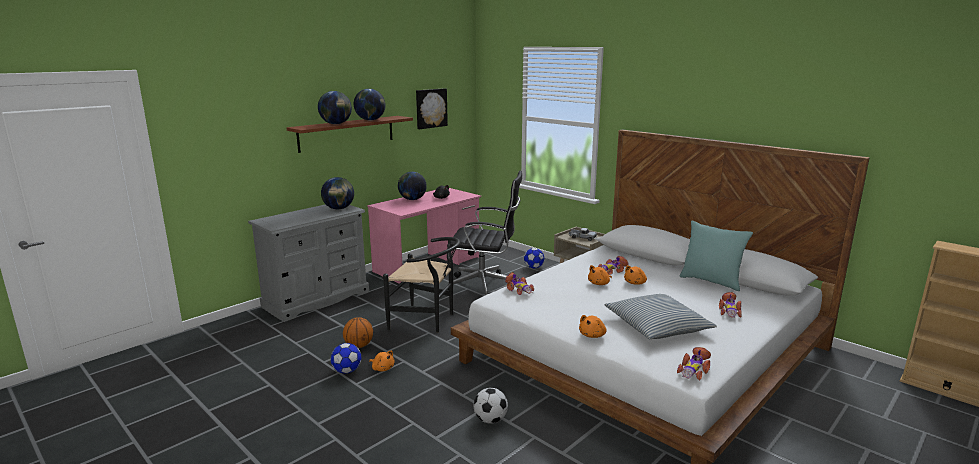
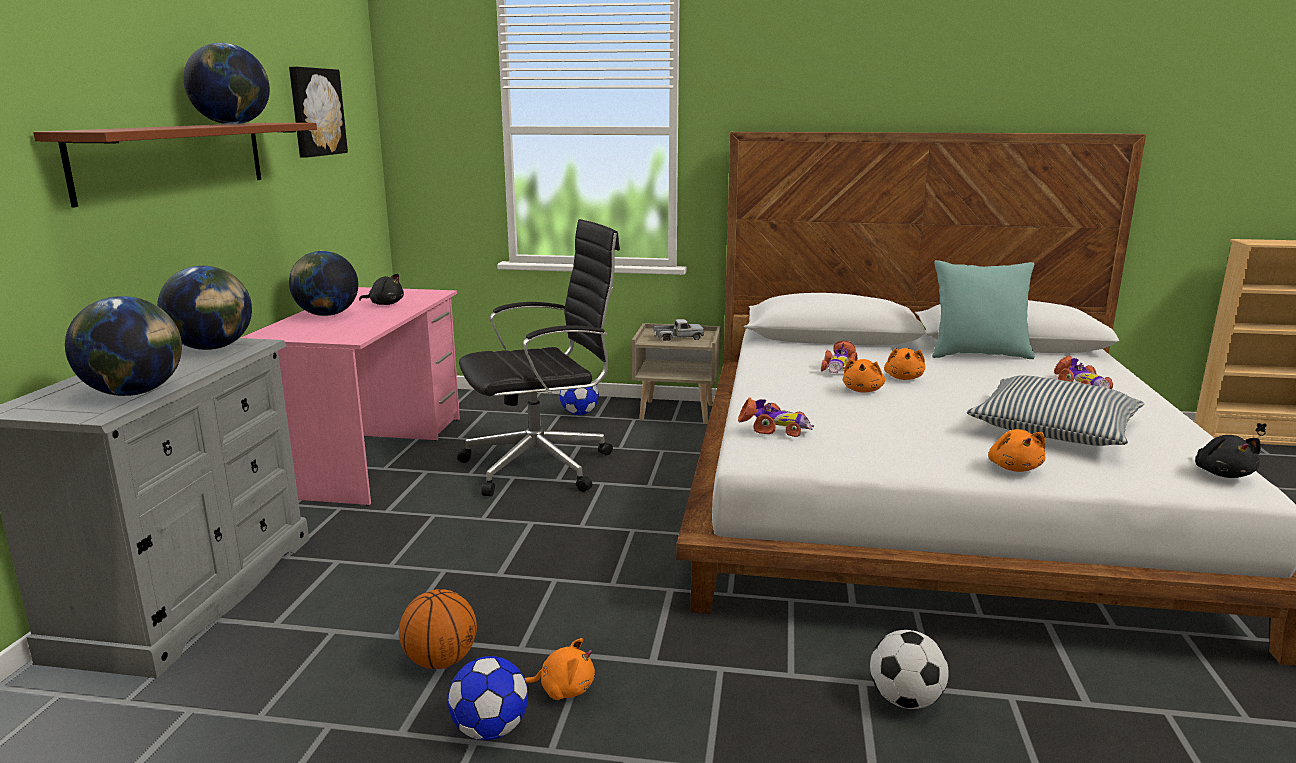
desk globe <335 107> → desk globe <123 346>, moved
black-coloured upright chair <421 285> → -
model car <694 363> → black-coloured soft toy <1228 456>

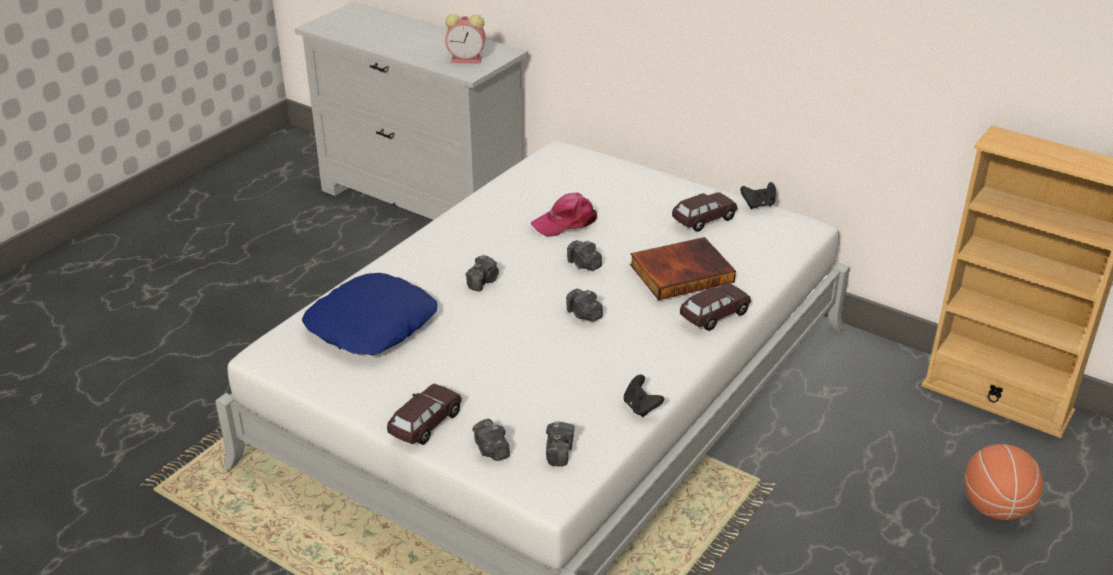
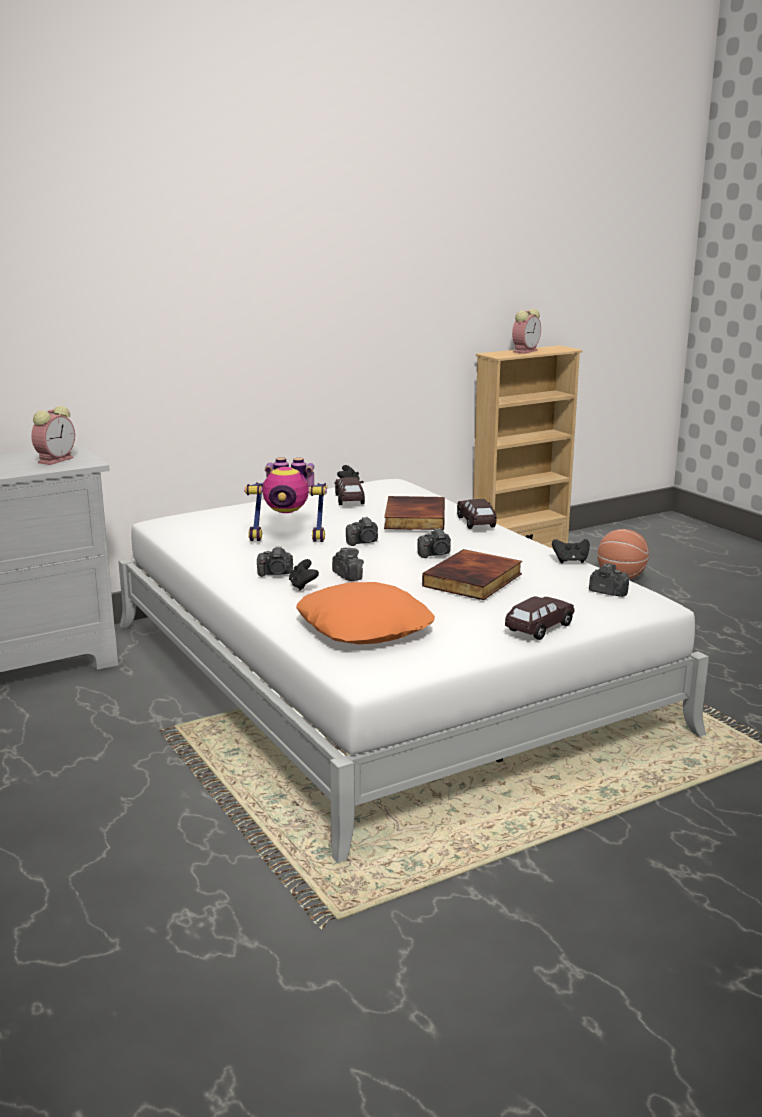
pinkish cap <564 214> → model robot <285 499>
bluish cushion <369 314> → orange-coloured cushion <365 613>
brown-coloured model car <424 414> → brown-coloured model car <539 618>, 75 degrees clockwise
photo camera <491 440> → photo camera <275 561>, moved
- → table clock <526 331>
- → book <472 574>
- → black-coloured game controller <304 575>

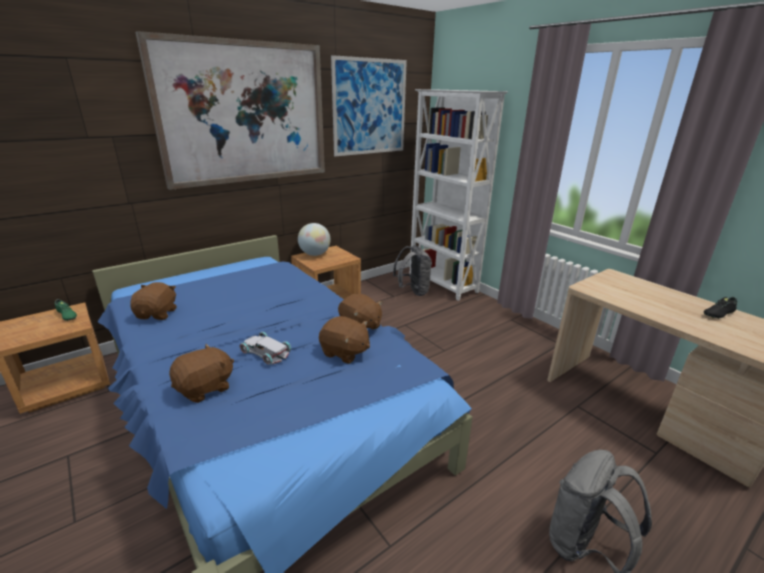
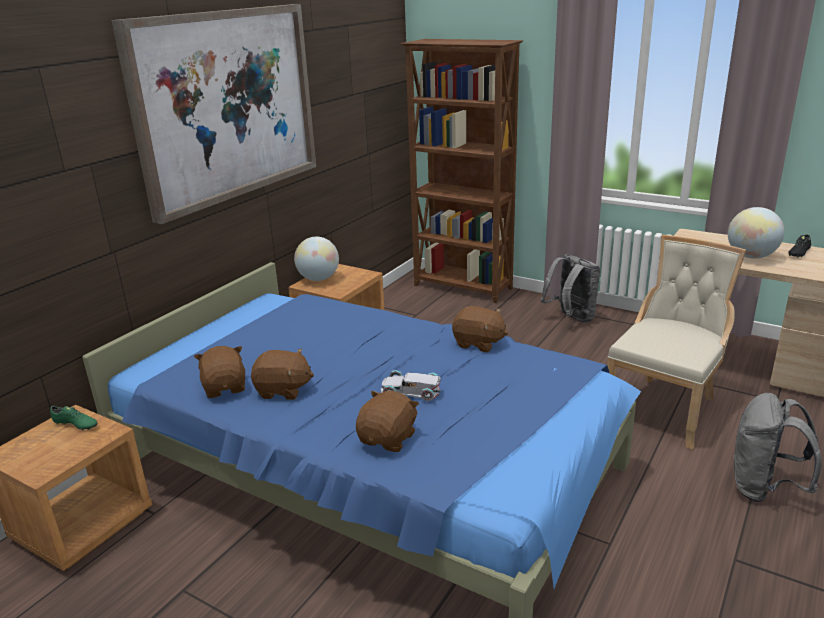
wall picture <369 105> → -
white-coloured shelving unit <458 195> → brown-coloured shelving unit <461 171>
gray backpack <412 270> → gray backpack <571 288>, moved
brown-coloured soft toy <344 340> → brown-coloured soft toy <282 374>, moved
- → desk globe <756 233>
- → beige upright chair <676 342>

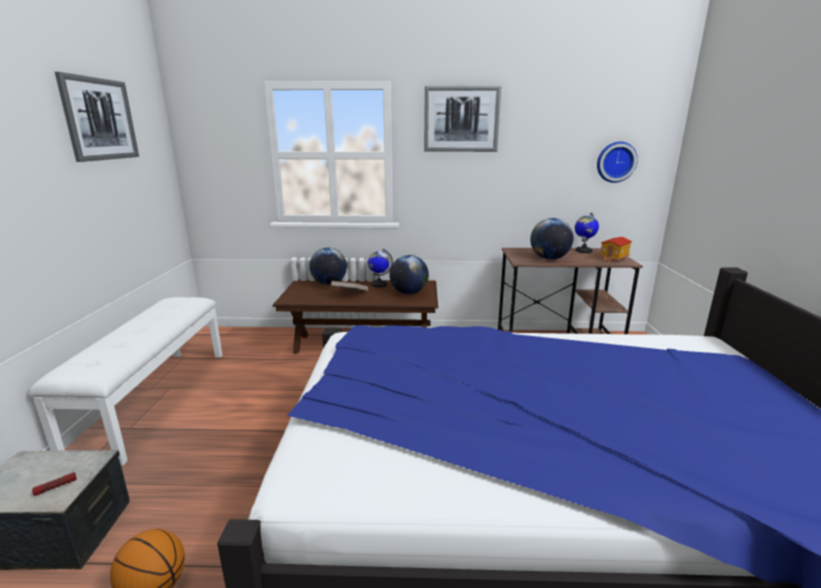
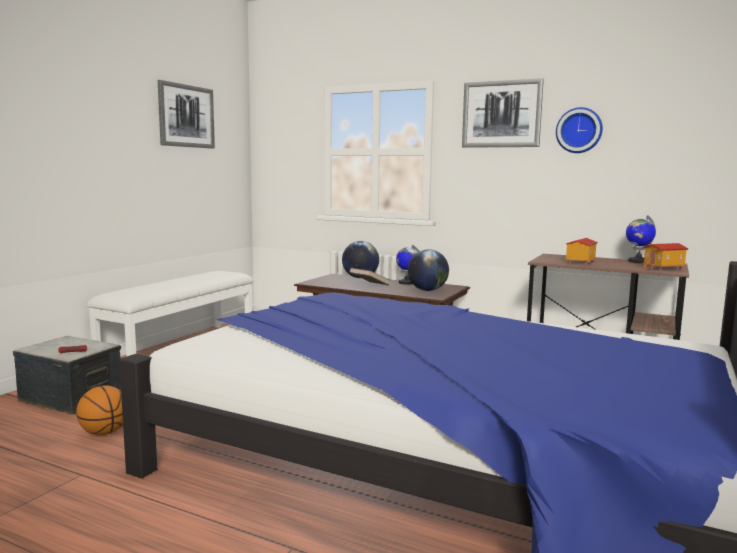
clock on the wall <617 162> → clock on the wall <579 130>, moved
desk globe <552 239> → miniature house <581 251>

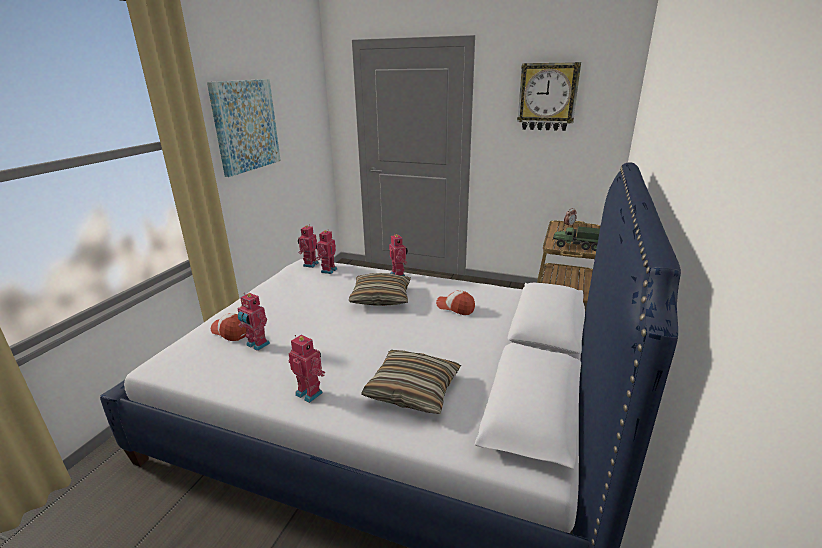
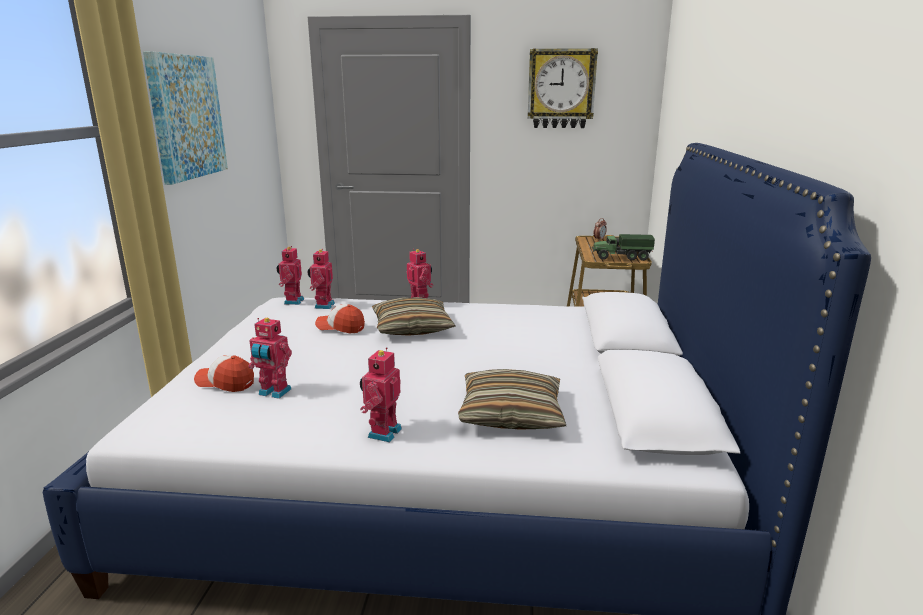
cap <455 302> → cap <340 318>, moved
model robot <307 369> → model robot <381 394>, 90 degrees counterclockwise

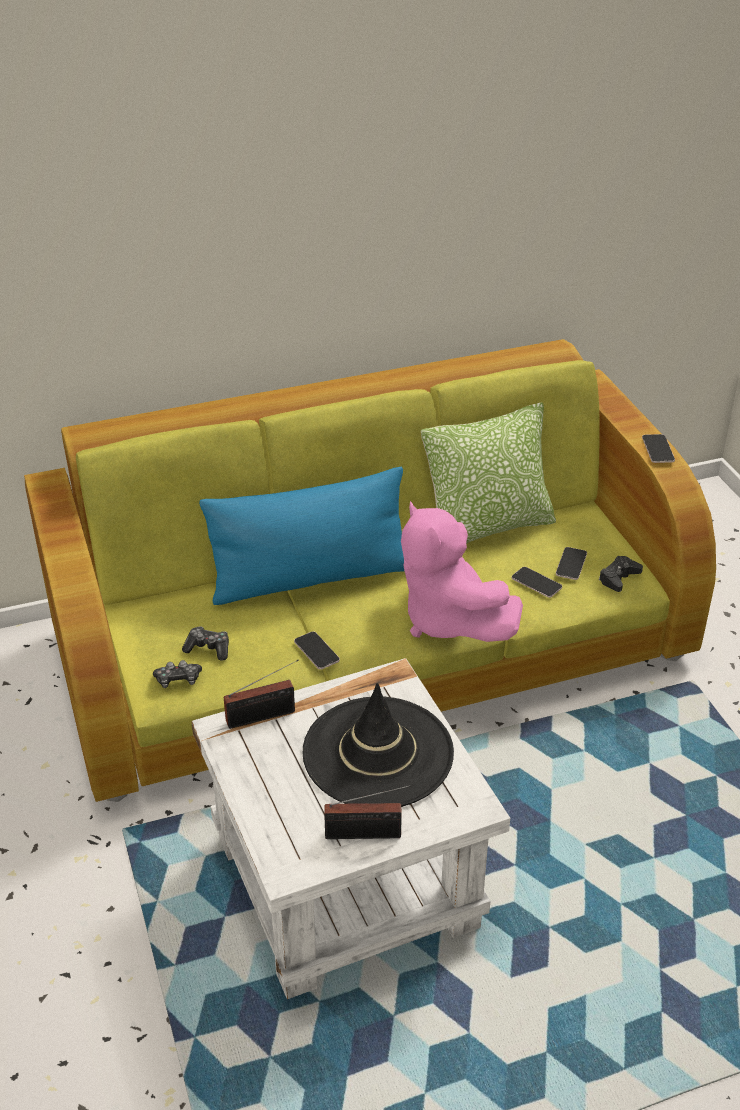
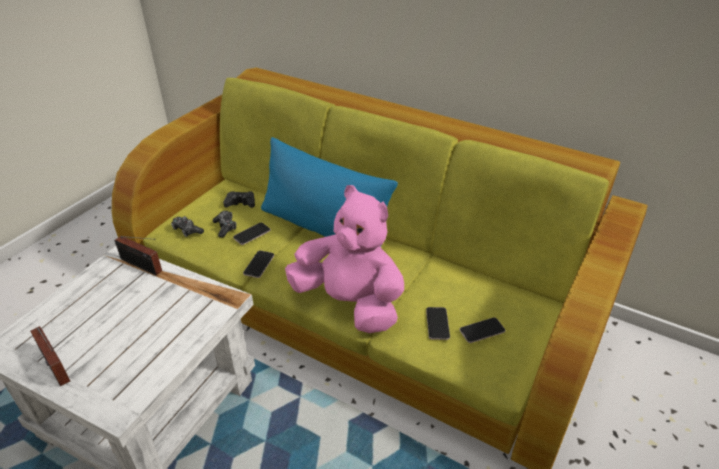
cushion <488 473> → -
telephone <658 448> → telephone <252 234>, moved
pinkish soft toy <462 571> → pinkish soft toy <344 259>, 105 degrees clockwise
black-coloured game controller <621 574> → black-coloured game controller <239 199>, moved
black-coloured wearable hat <378 745> → -

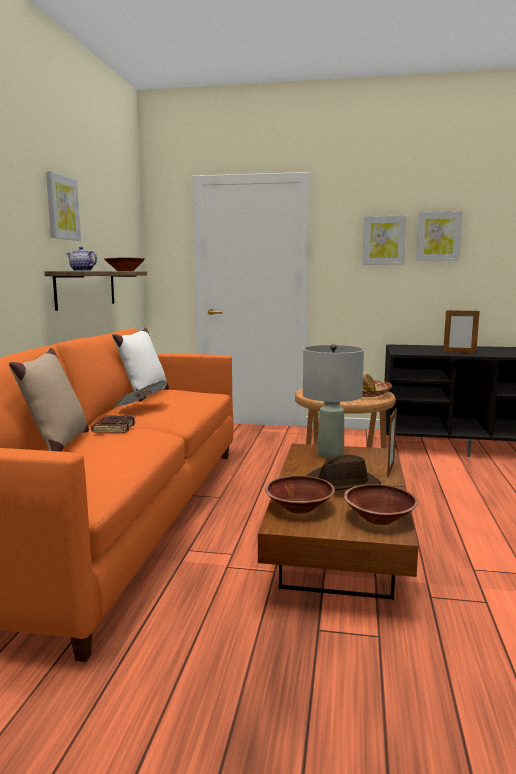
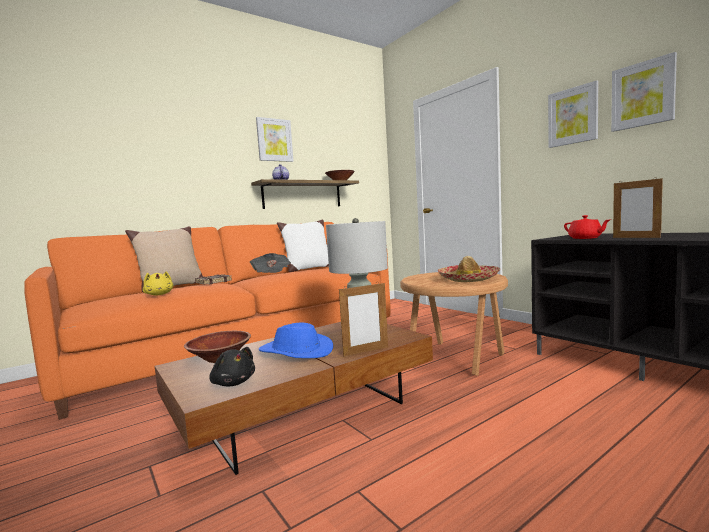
brown-coloured wearable hat <344 472> → bluish wearable hat <296 340>
brown-coloured bowl <381 504> → black-coloured soft toy <232 366>
- → red-coloured pot for tea <587 227>
- → yellow-coloured soft toy <158 283>

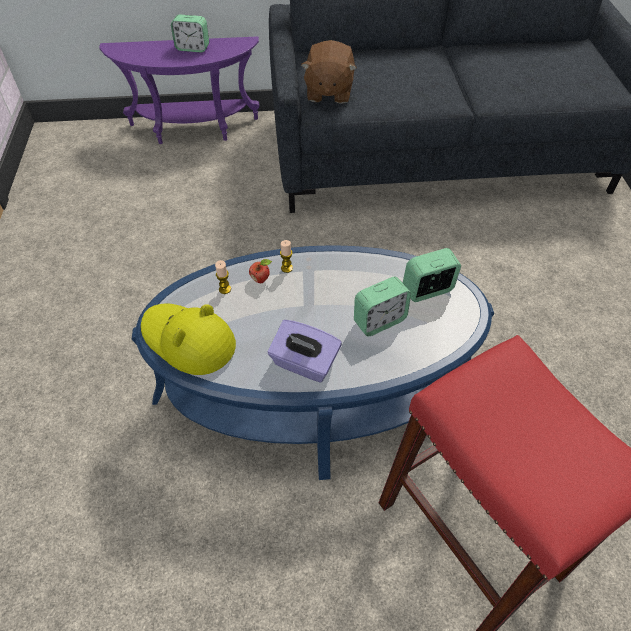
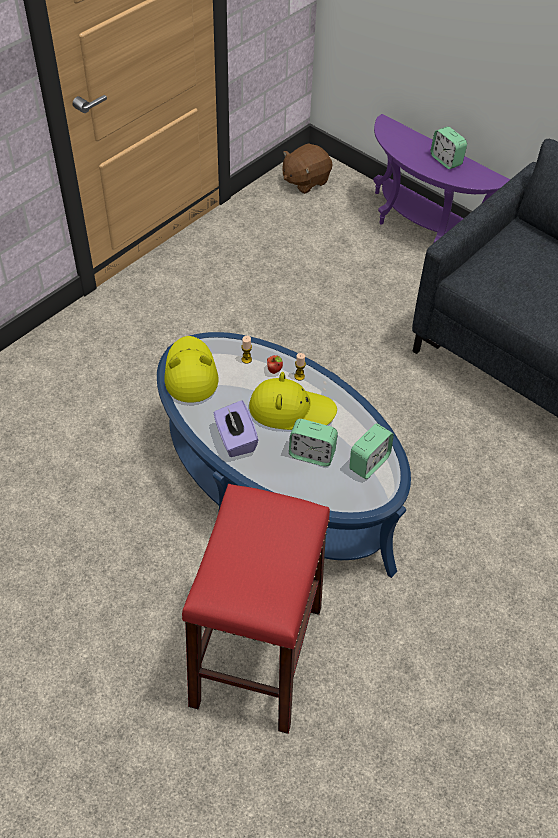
brown-coloured soft toy <329 72> → brown-coloured soft toy <308 168>, moved
table clock <432 275> → table clock <371 451>, 105 degrees clockwise
- → yellow-coloured wearable hat <293 401>

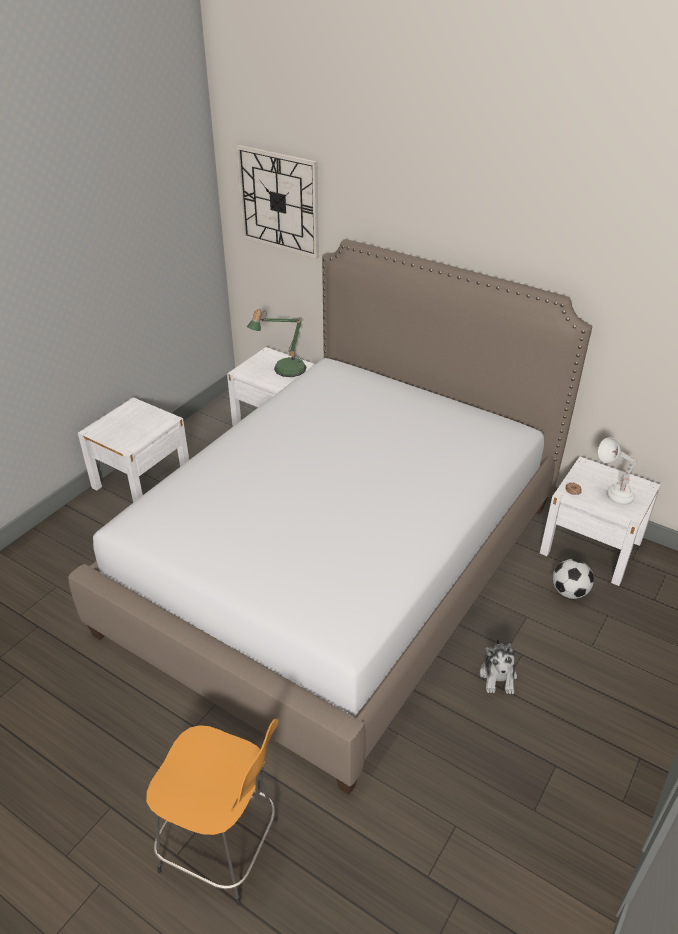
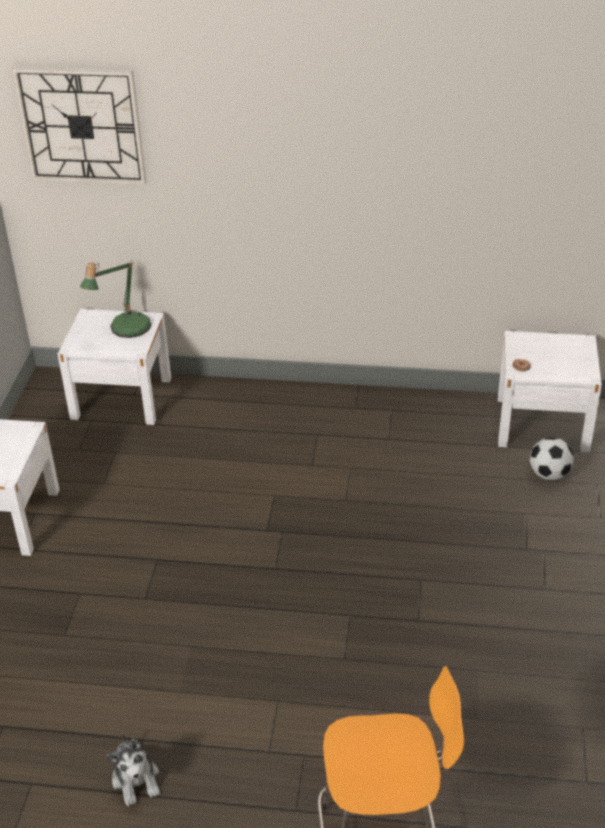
bedroom bed <330 517> → -
white-coloured lamp for a table <617 471> → -
soft toy <498 666> → soft toy <133 769>, moved

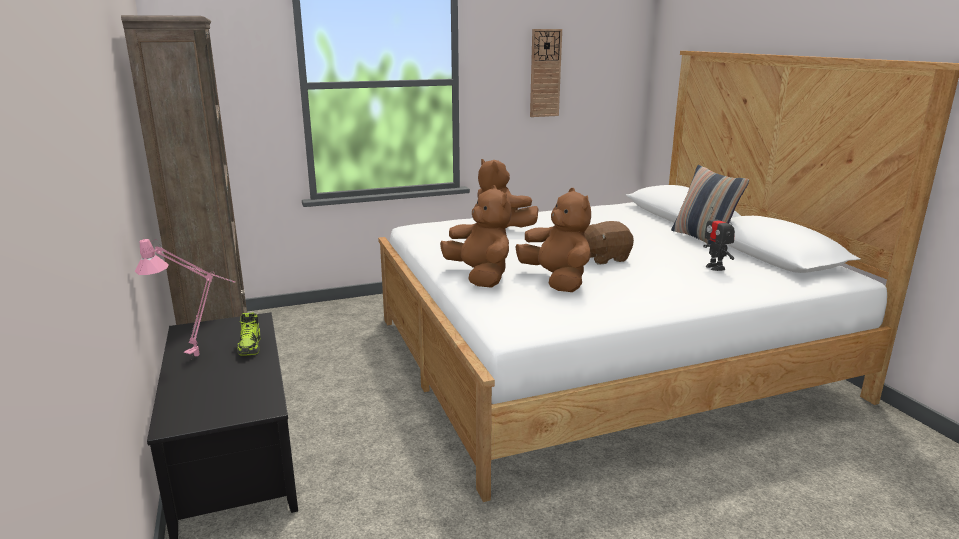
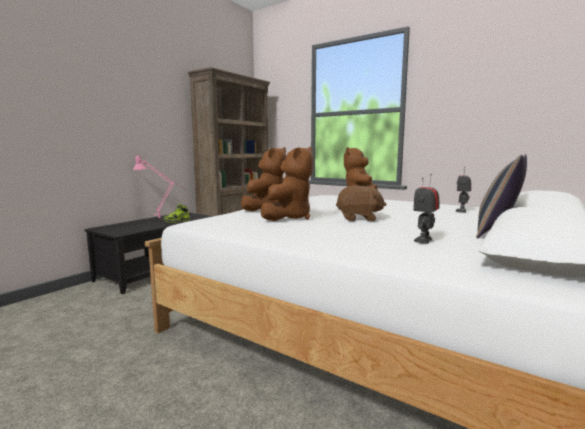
clock on the wall <546 73> → -
brown-coloured soft toy <609 242> → brown-coloured soft toy <361 203>, 150 degrees clockwise
- → model robot <463 190>

